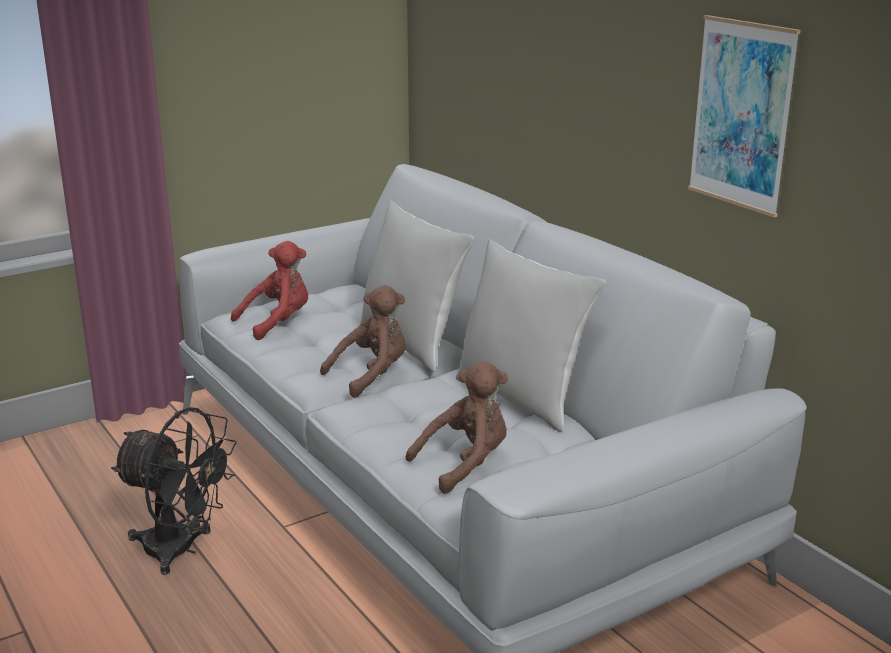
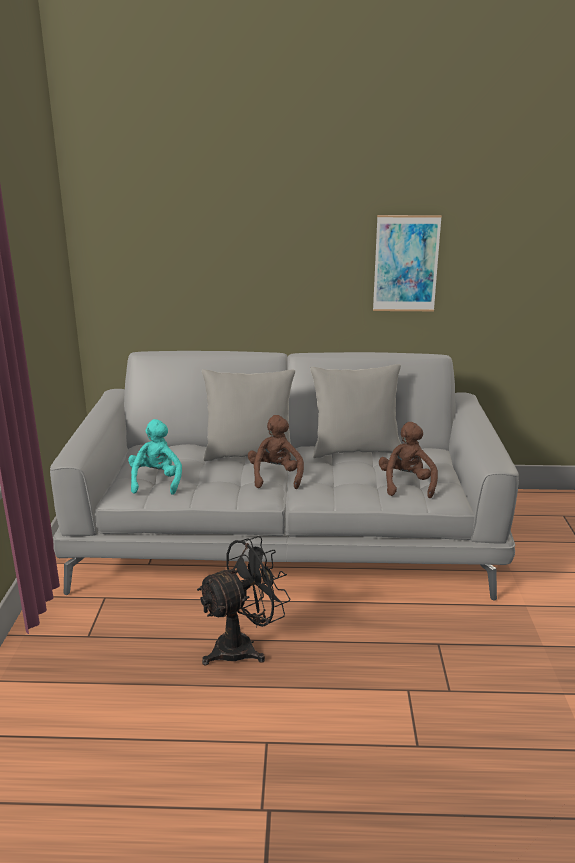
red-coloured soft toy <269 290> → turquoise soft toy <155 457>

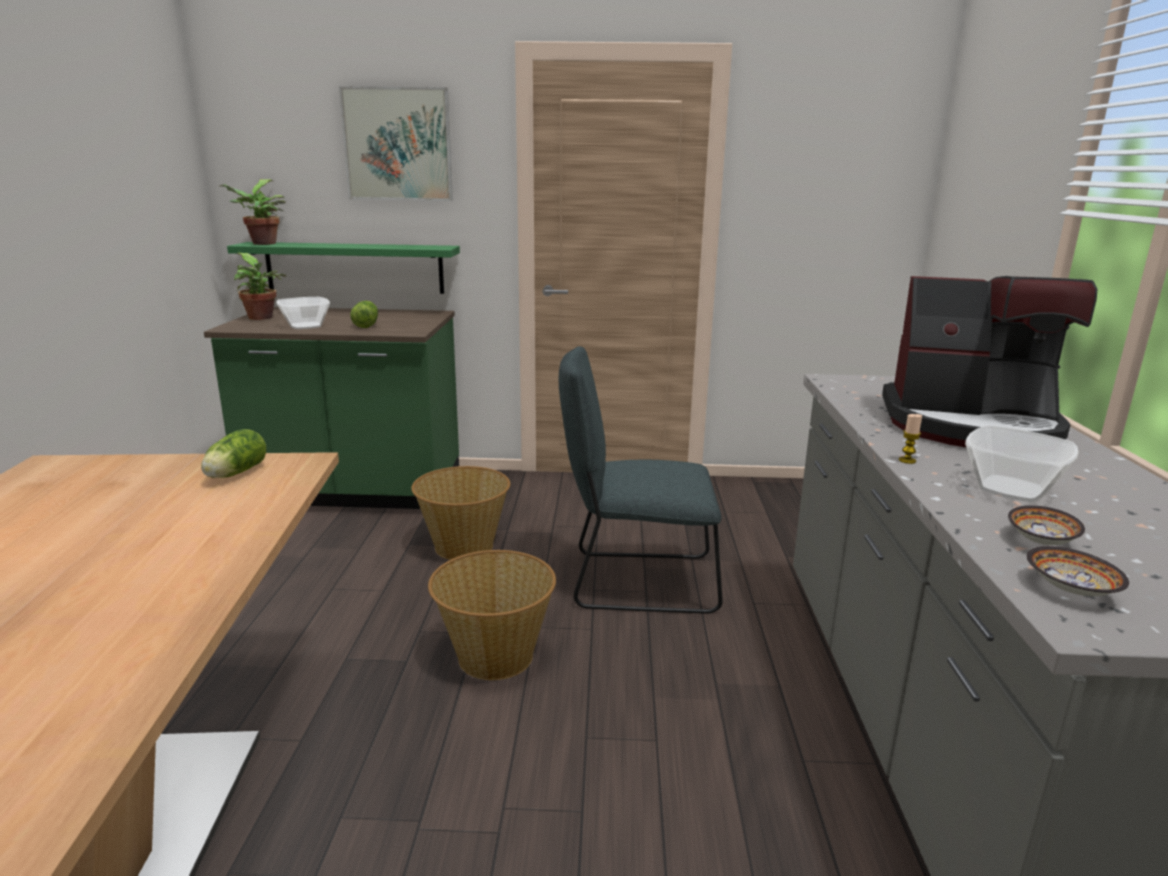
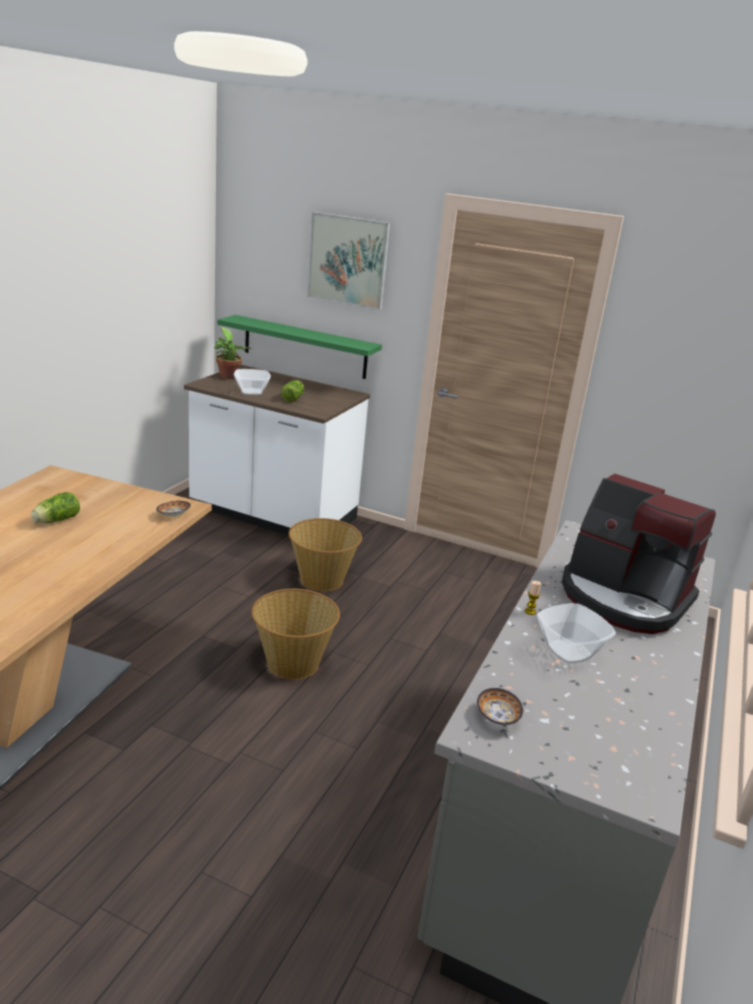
houseplant <253 212> → -
green kitchen counter <331 408> → white-coloured kitchen counter <277 450>
gray upright chair <640 480> → -
head of lettuce <234 453> → head of lettuce <55 507>, moved
bowl <1046 525> → bowl <173 509>, moved

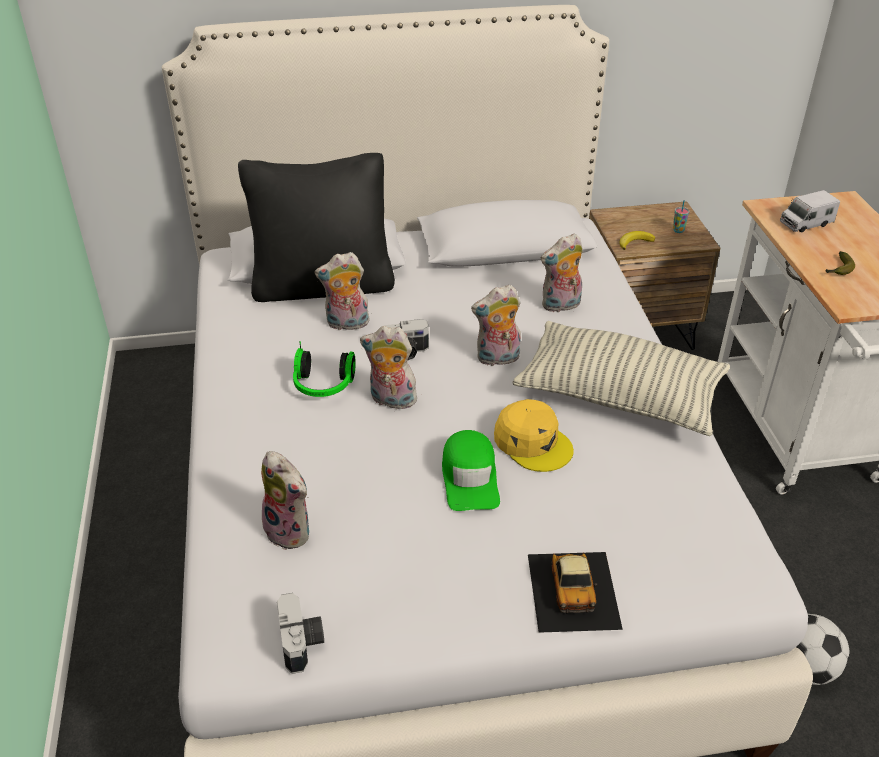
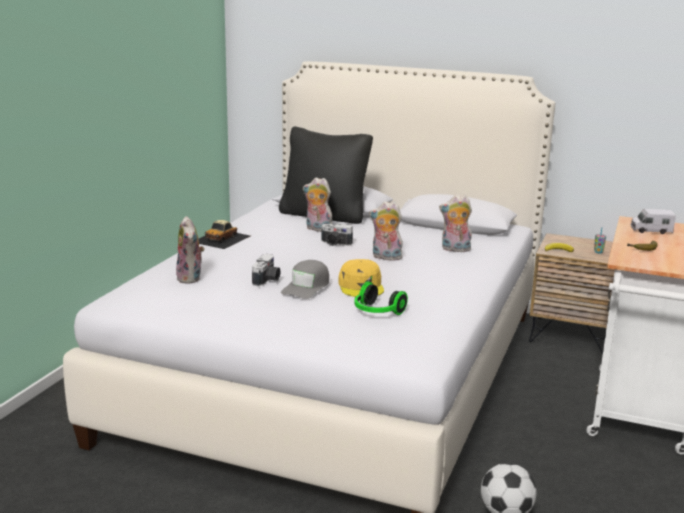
cushion <621 378> → -
soft toy <388 367> → -
headset <324 369> → headset <381 295>, moved
green cap <471 470> → gray cap <305 279>
model car <575 592> → model car <225 234>, moved
photo camera <300 633> → photo camera <266 270>, moved

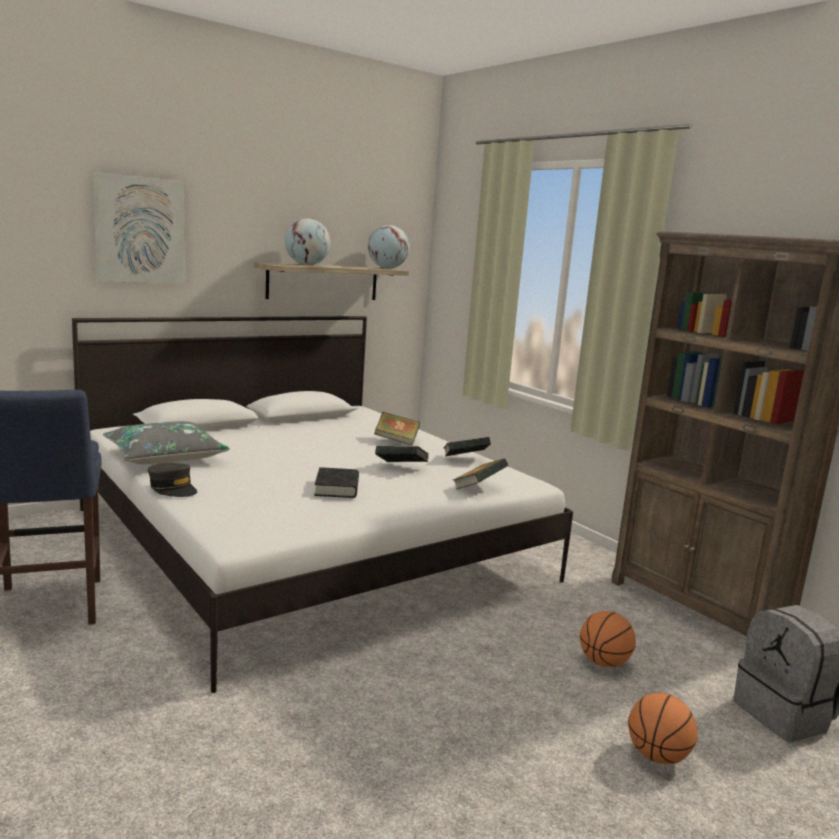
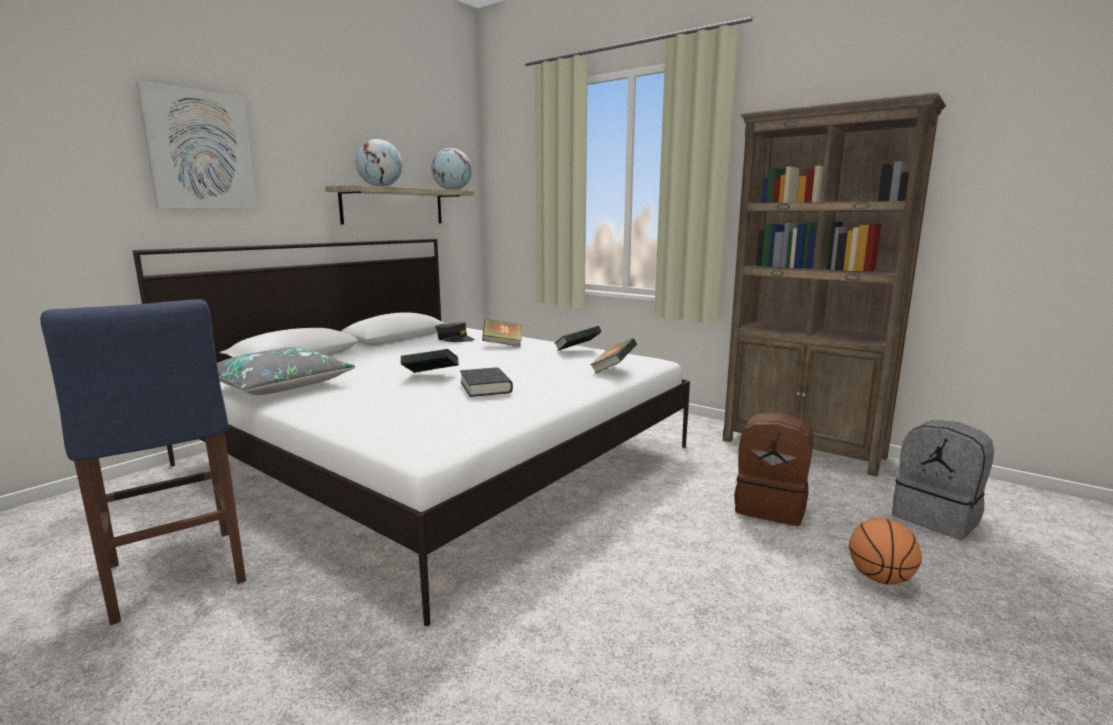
book <402 454> → book <430 361>, moved
gray cap <172 480> → gray cap <455 332>, moved
basketball ball <608 639> → brown-coloured backpack <773 469>

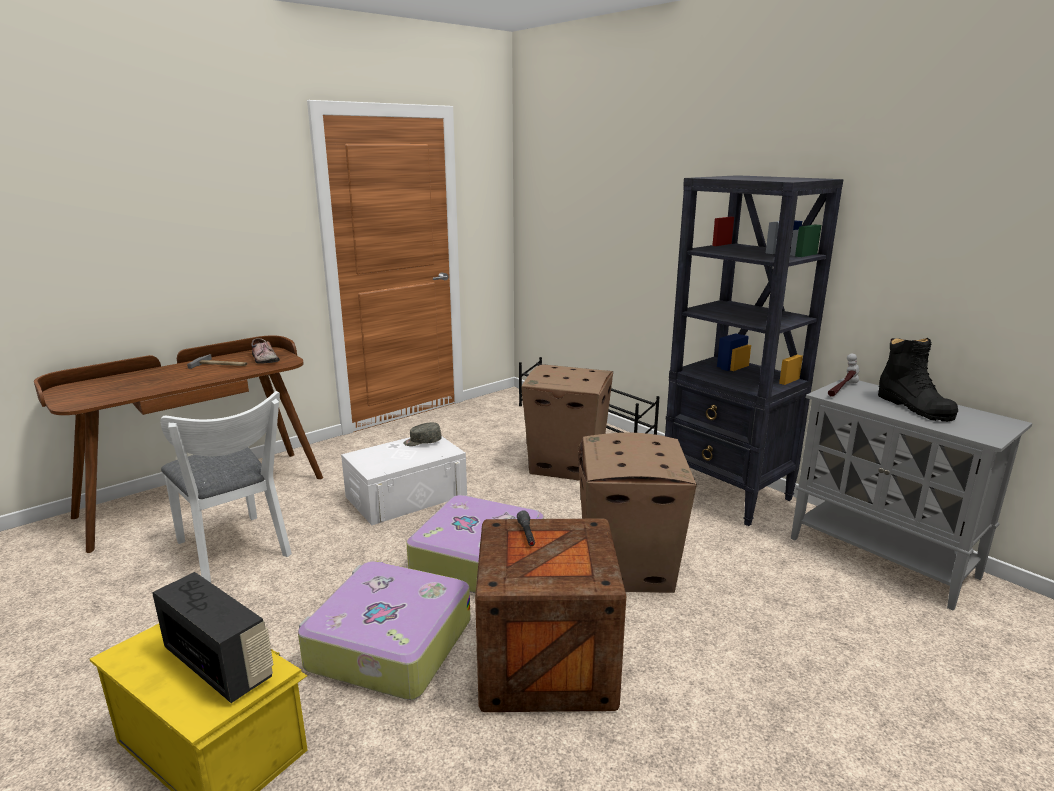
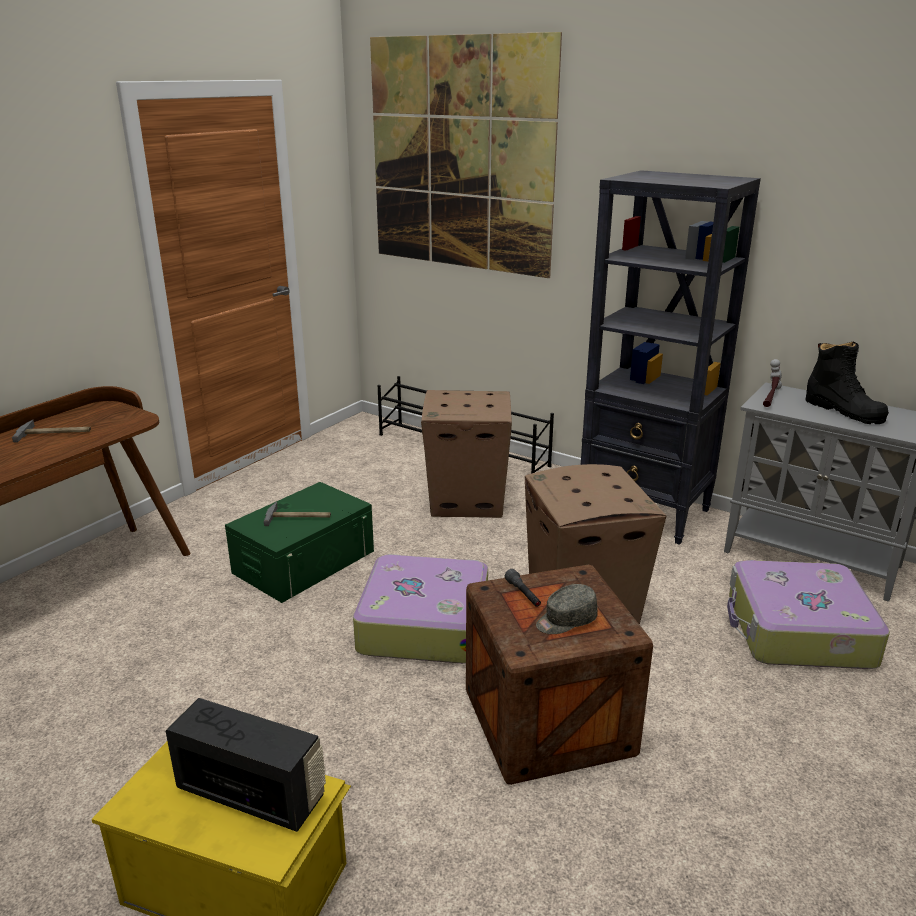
shoe <265 351> → -
white-coloured upright chair <226 487> → -
gray cap <422 434> → gray cap <567 609>, moved
white-coloured storage box <404 481> → green storage box <299 542>
suitcase <384 630> → suitcase <808 614>, moved
- → wall picture <466 155>
- → tool hammer <297 514>

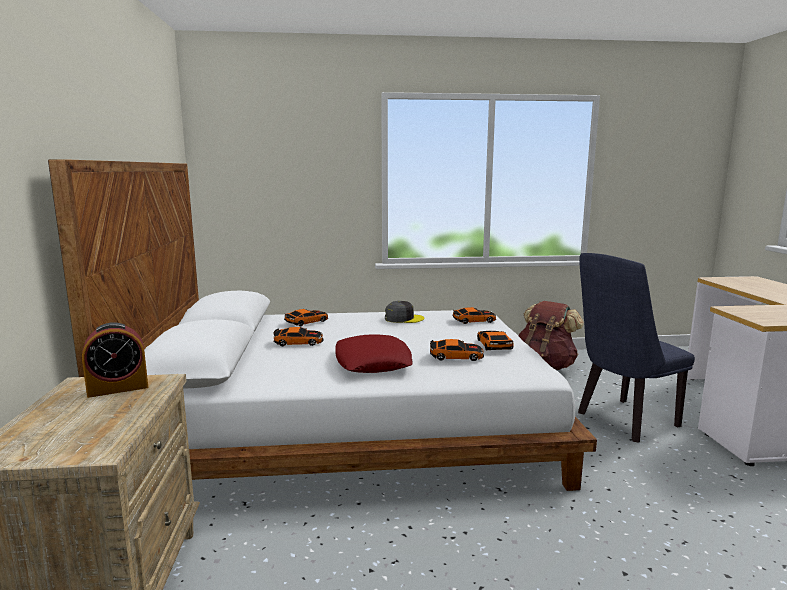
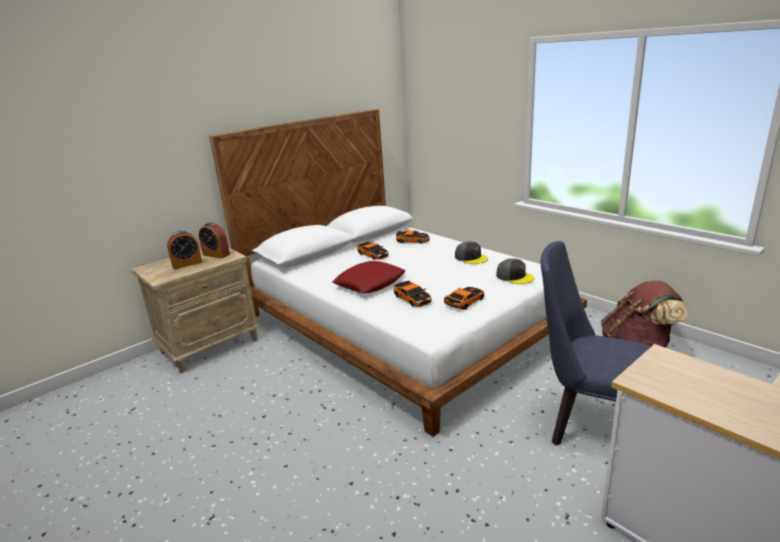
model car <474 315> → gray cap <515 271>
- → table clock <185 250>

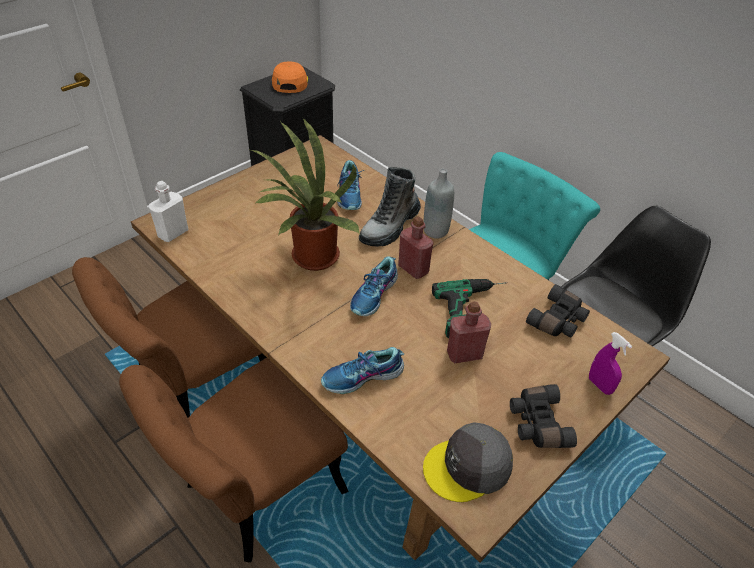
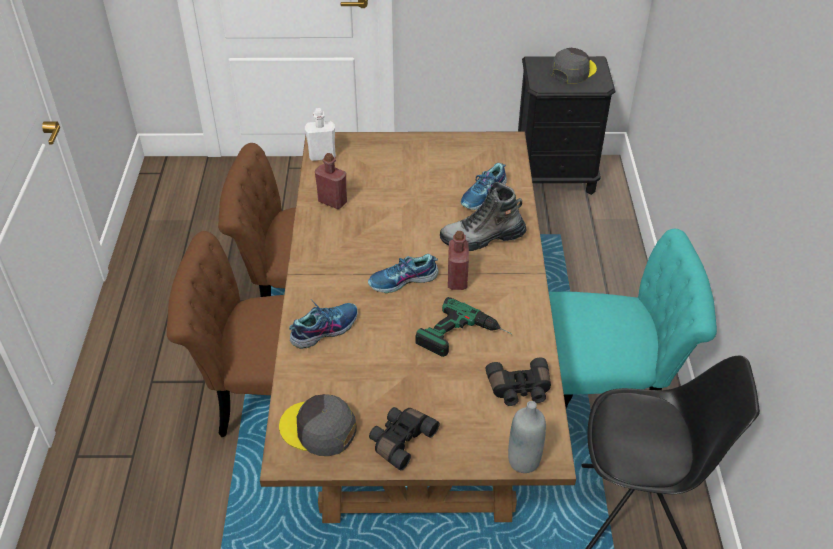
orange-coloured cap <290 77> → gray cap <573 66>
houseplant <305 194> → -
gray drink bottle <438 204> → gray drink bottle <527 437>, moved
red-coloured drink bottle <469 332> → red-coloured drink bottle <331 181>, moved
purple spray bottle <610 363> → -
shoe <362 370> → shoe <323 324>, 120 degrees clockwise

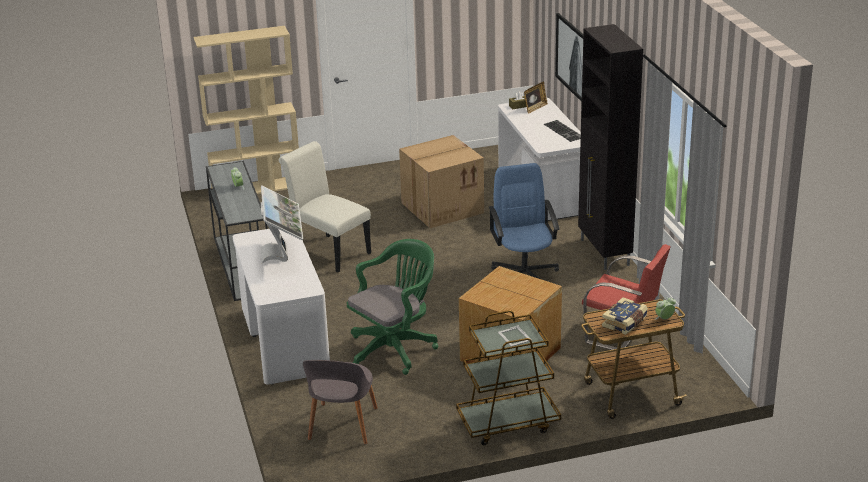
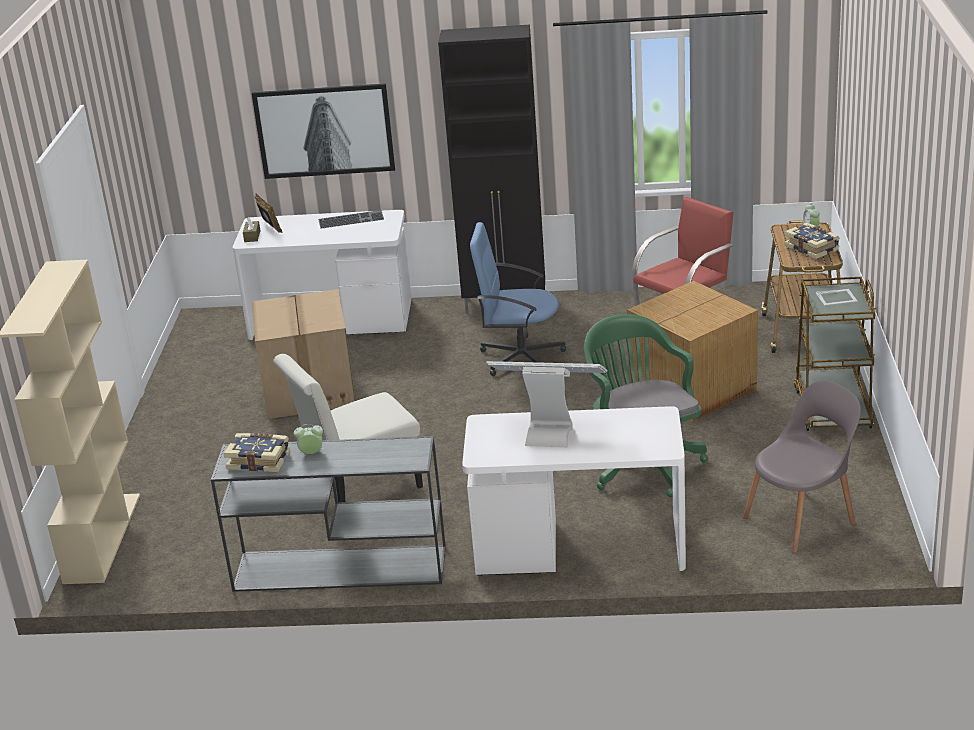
gray upright chair <340 402> → gray upright chair <802 466>, 60 degrees counterclockwise
- → book <256 452>

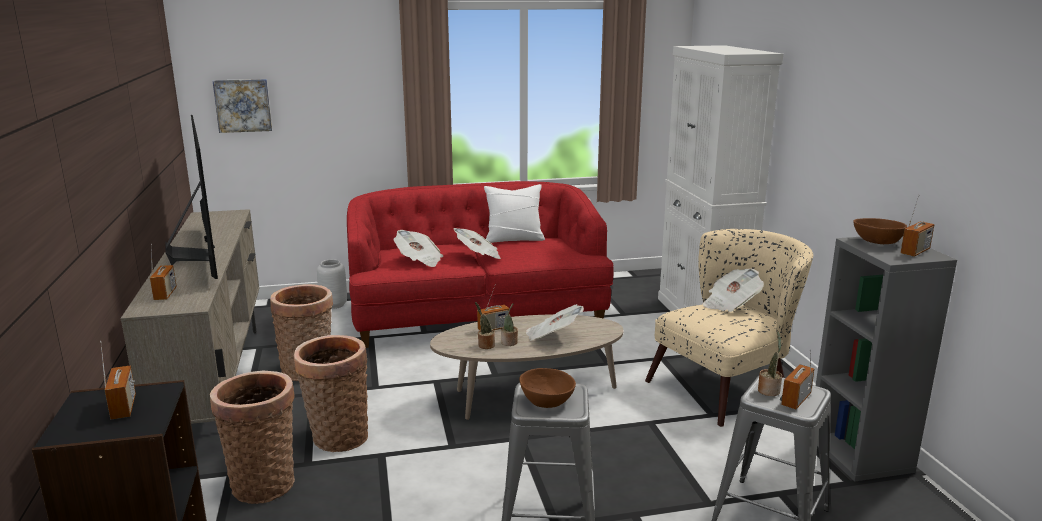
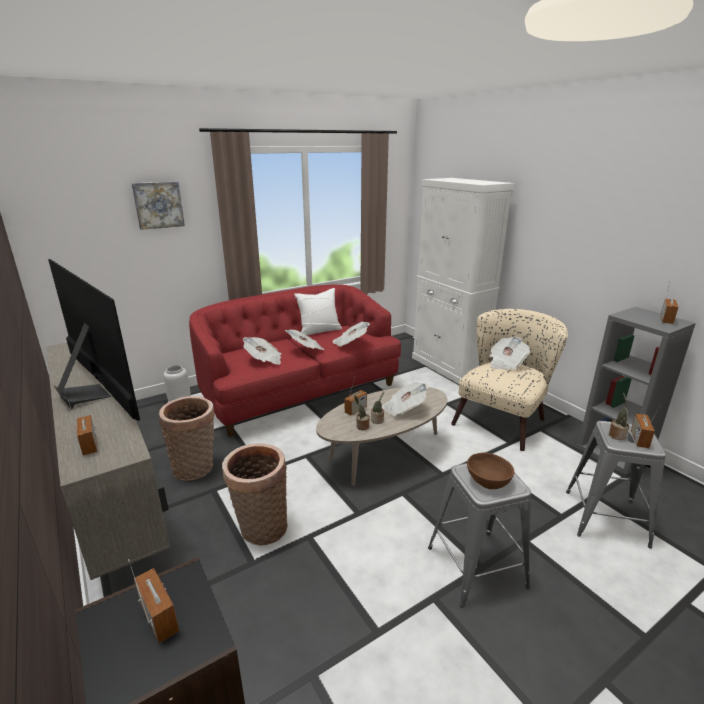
wall picture <242 106> → wall picture <158 205>, moved
brown-coloured bowl <880 231> → -
storage basket <252 437> → -
- → newspaper <351 334>

